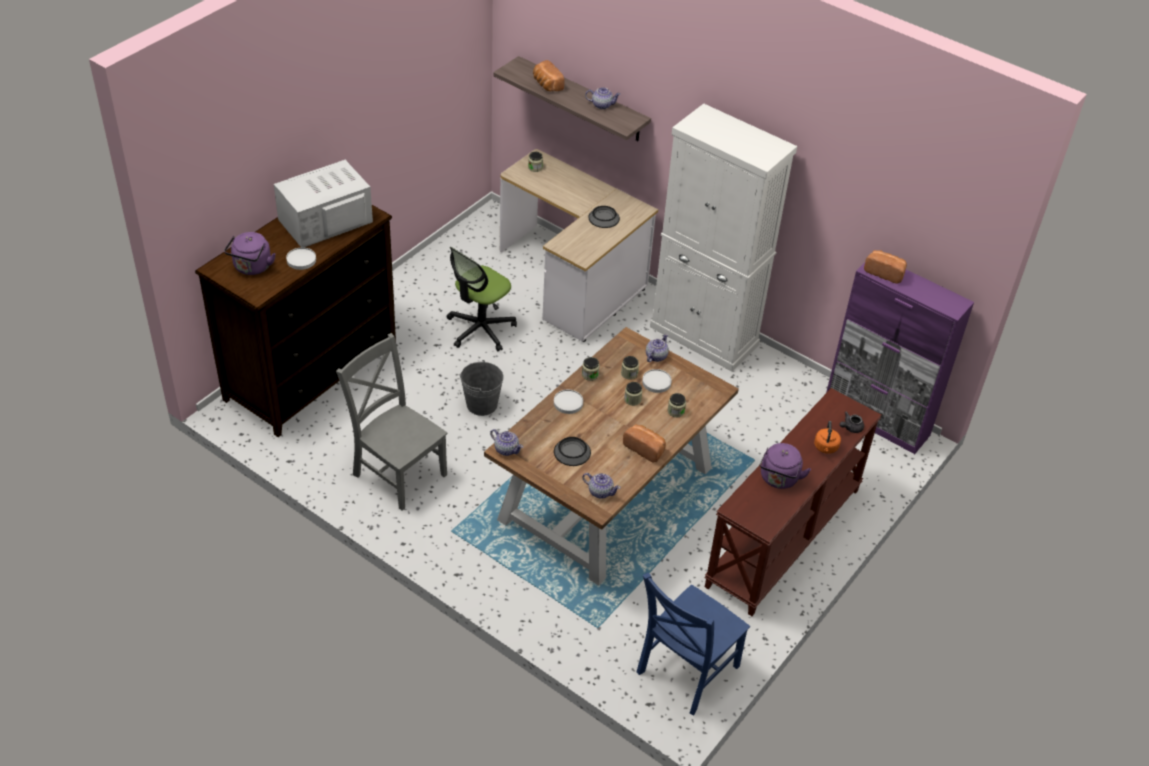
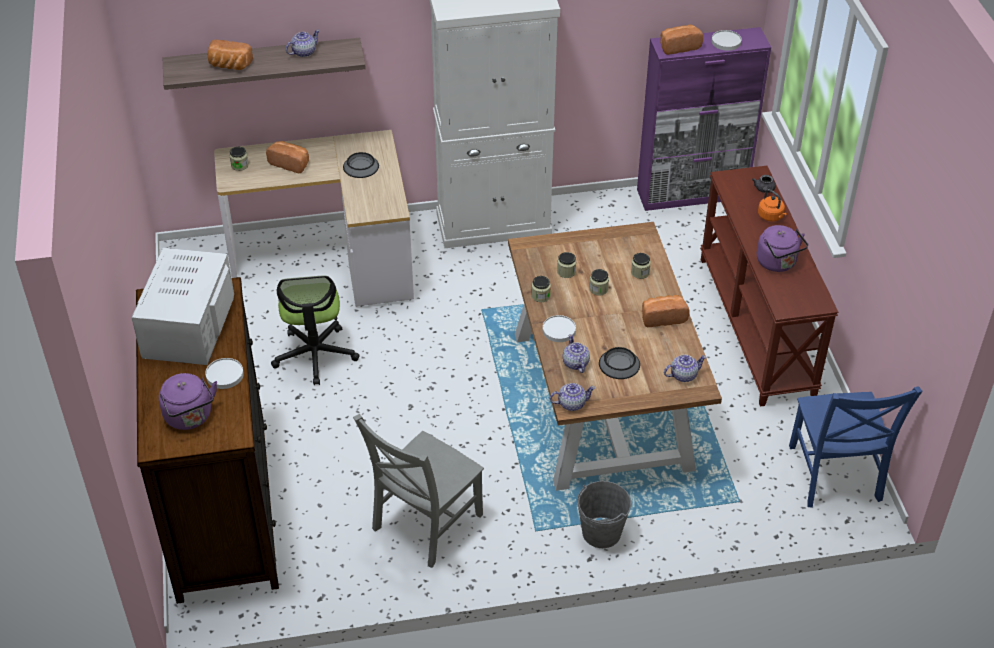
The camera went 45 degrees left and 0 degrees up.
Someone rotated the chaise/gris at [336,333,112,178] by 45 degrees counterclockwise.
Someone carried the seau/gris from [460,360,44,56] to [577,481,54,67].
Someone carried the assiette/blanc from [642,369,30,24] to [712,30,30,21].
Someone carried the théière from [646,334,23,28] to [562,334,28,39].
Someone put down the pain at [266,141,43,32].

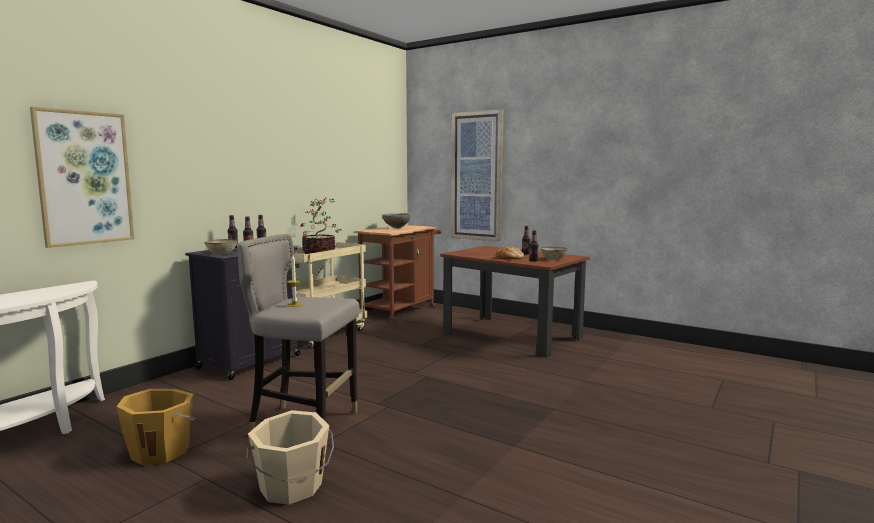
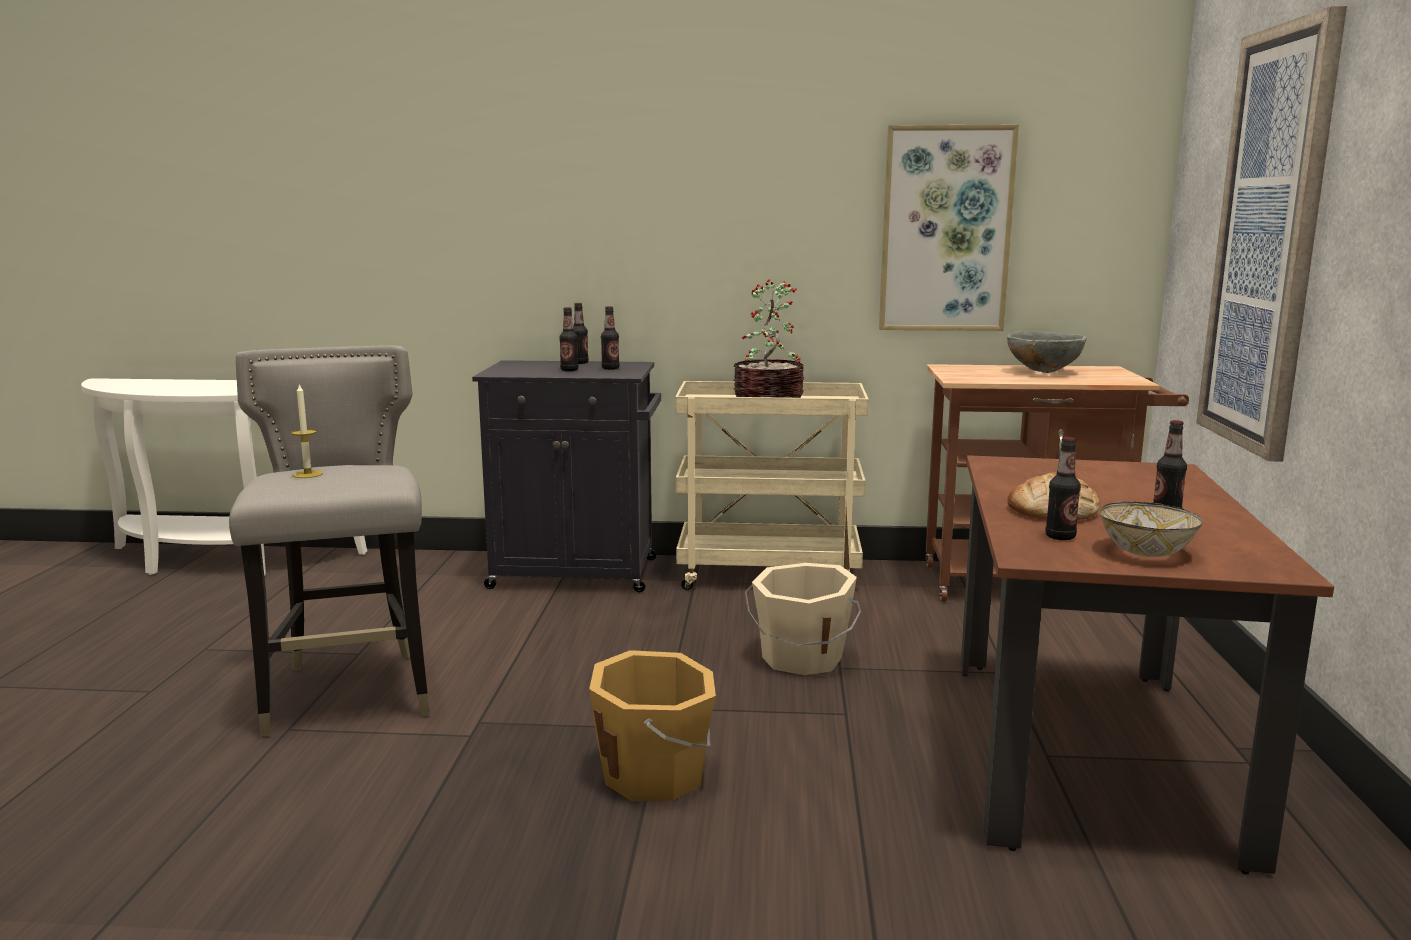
The camera went 60 degrees right and 5 degrees up.
Someone carried the tableau from [30,107,104,141] to [879,125,140,206].
Someone carried the seau/orange from [116,389,80,76] to [589,650,127,151].
Someone took away the bol at [204,239,34,15].
Someone carried the seau/beige from [246,410,88,95] to [745,563,116,112].

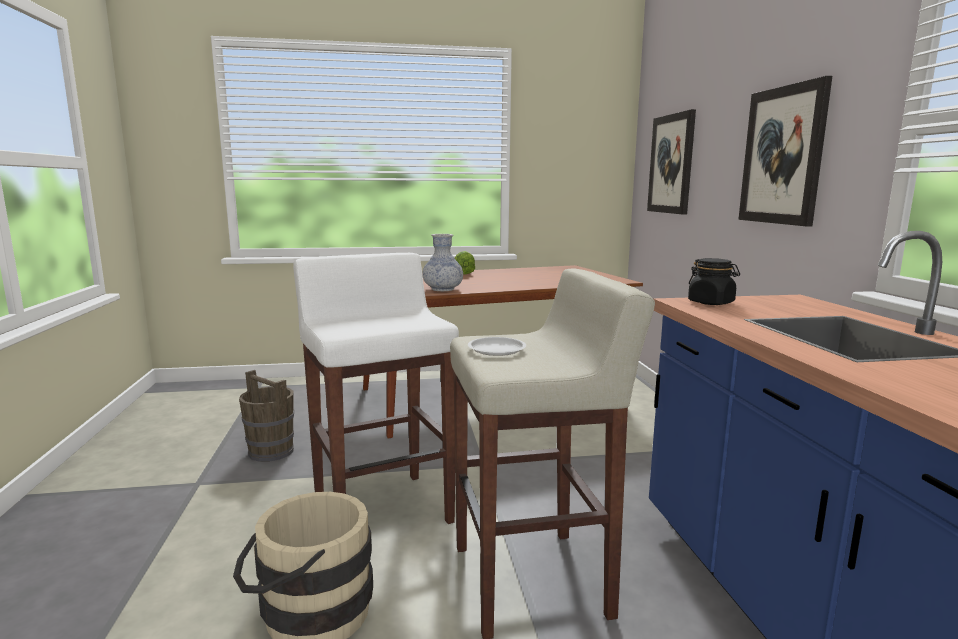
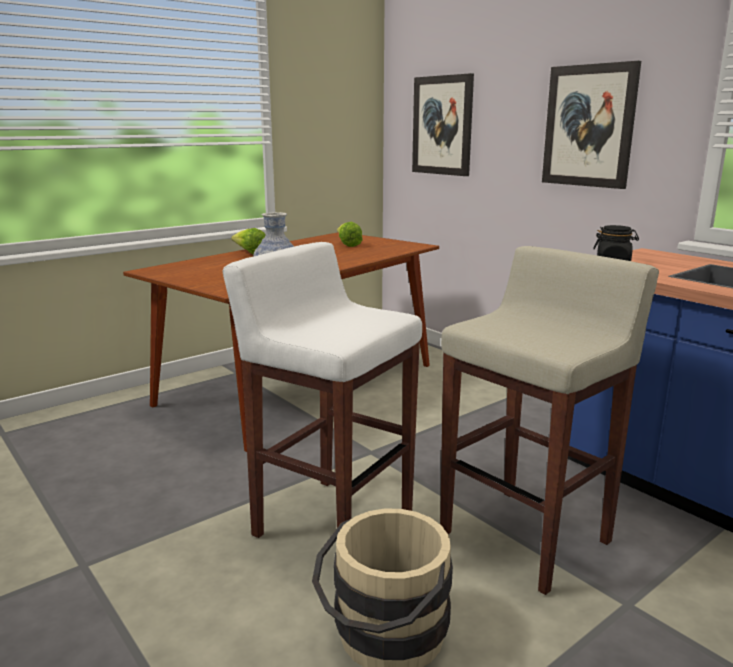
The camera went 30 degrees left and 5 degrees up.
Someone took away the seau/marron at [239,370,55,92].
Someone took away the assiette/blanc at [468,337,58,19].
Someone put down the laitue at [337,222,26,25].

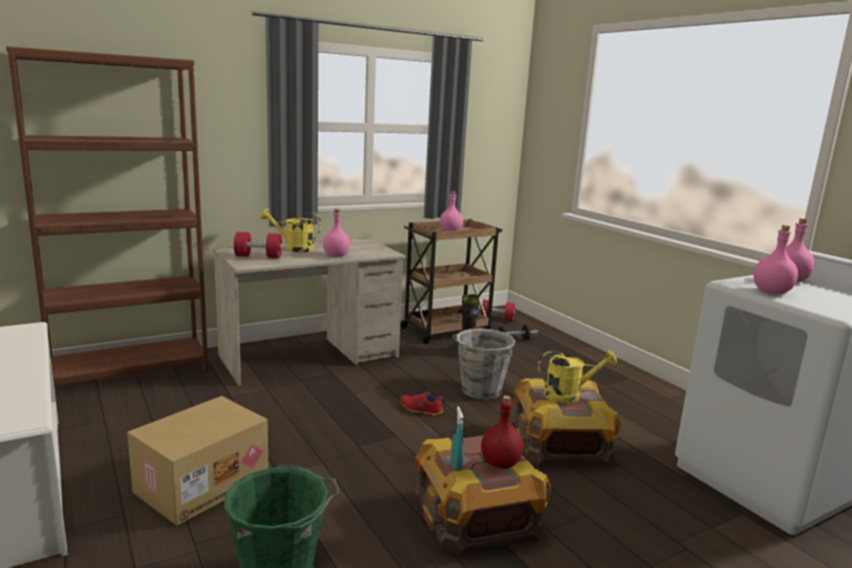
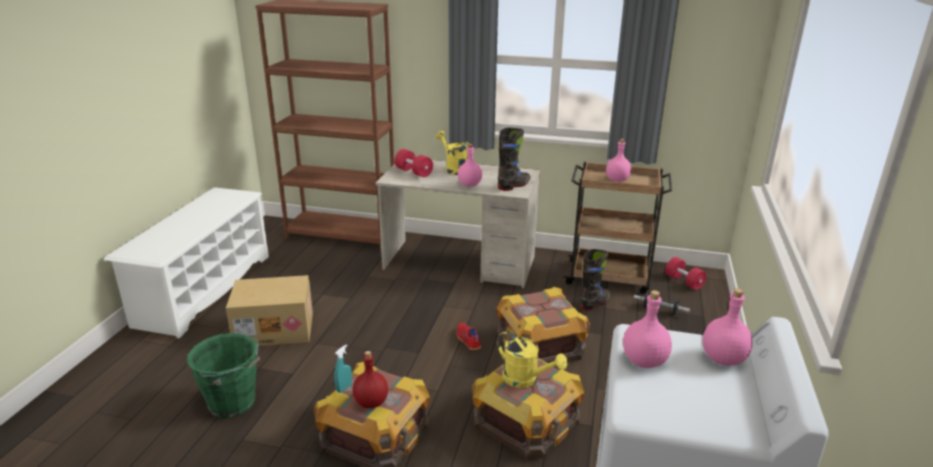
The camera went 45 degrees right and 10 degrees up.
Someone swapped the seau/gris at [453,328,62,71] for the caisse at [497,287,93,76].
Someone put down the botte/noir at [498,127,32,64].

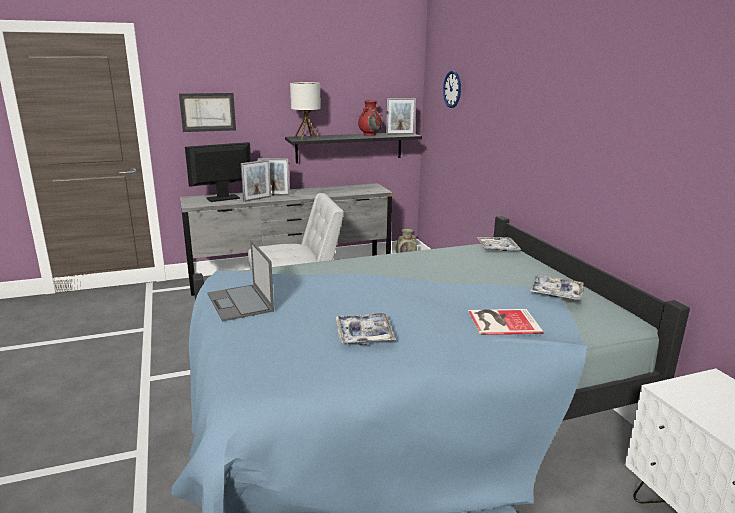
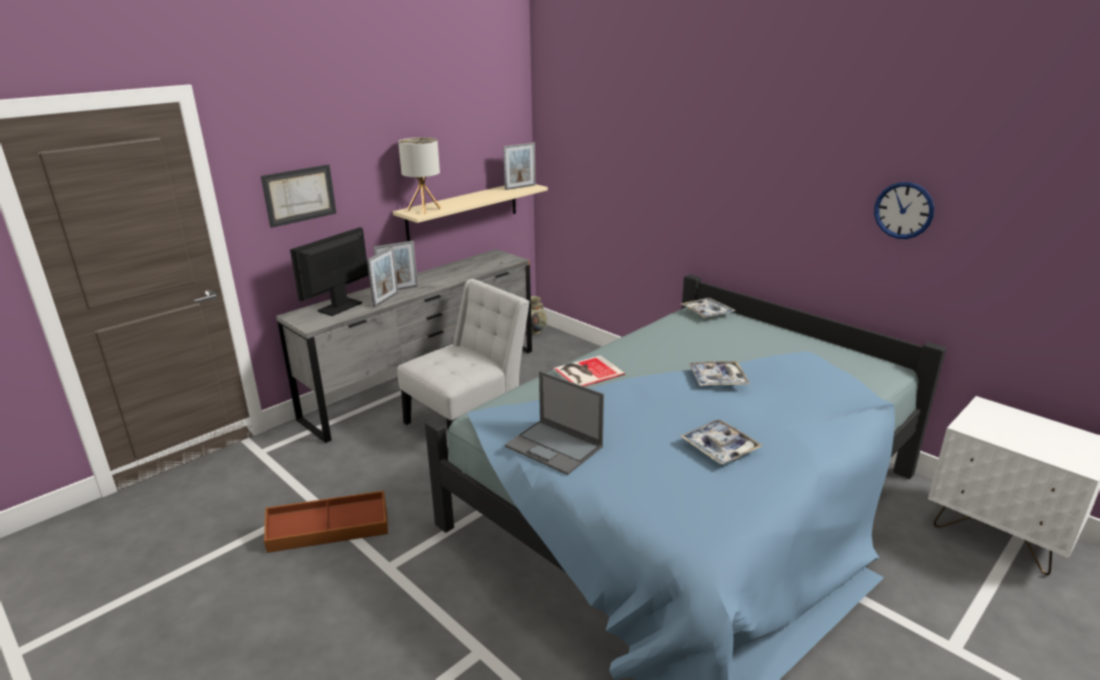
The camera went 25 degrees left and 5 degrees up.
Someone repainted the étagère/noir at [285,133,137,30], which became the étagère/beige at [393,184,155,57].
Someone took away the vase/rouge at [358,100,24,36].
Someone carried the horloge murale from [443,71,18,37] to [874,182,60,57].
Someone carried the livre from [468,309,76,26] to [553,355,72,31].
Someone carried the plateau from [530,275,54,25] to [689,361,61,25].
Someone put down the boîte de rangement/marron at [264,491,124,62].

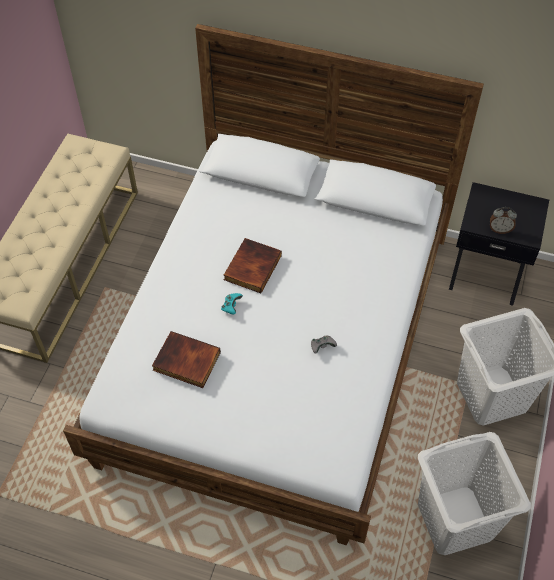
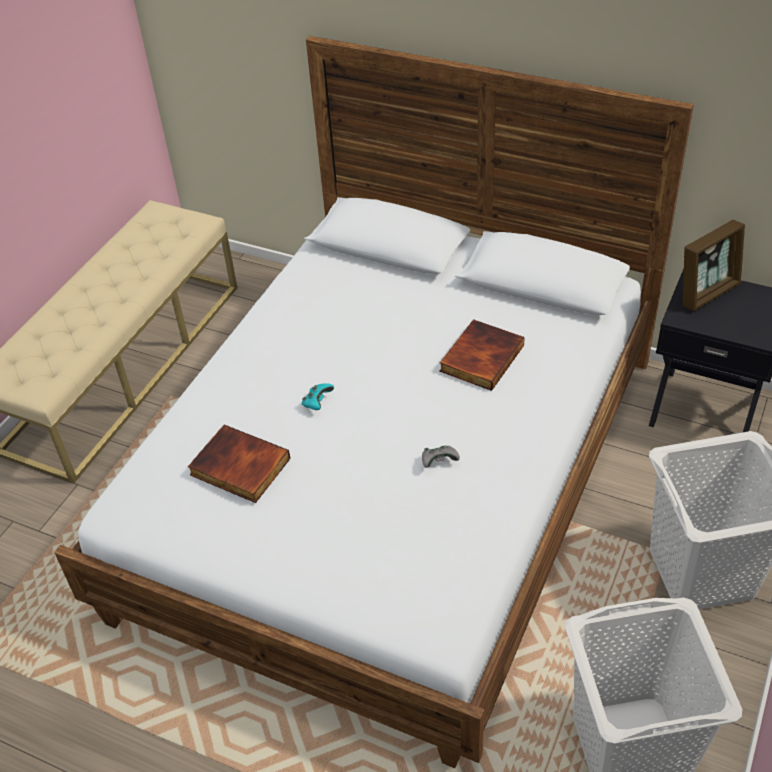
The camera went 10 degrees right and 10 degrees down.
Someone carried the livre from [223,238,59,55] to [439,319,85,72].
Someone took away the réveil at [490,207,27,27].
Someone put down the cadre photo at [683,220,62,91].

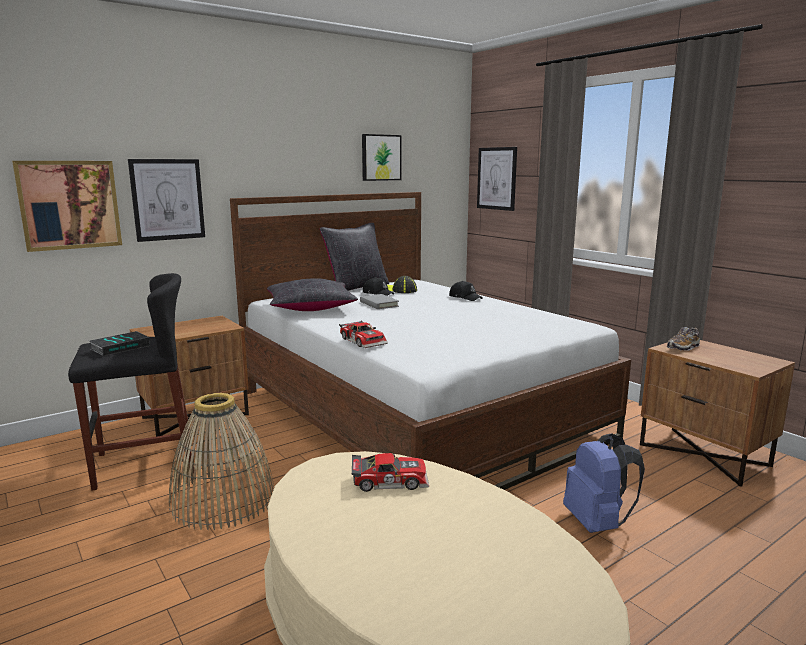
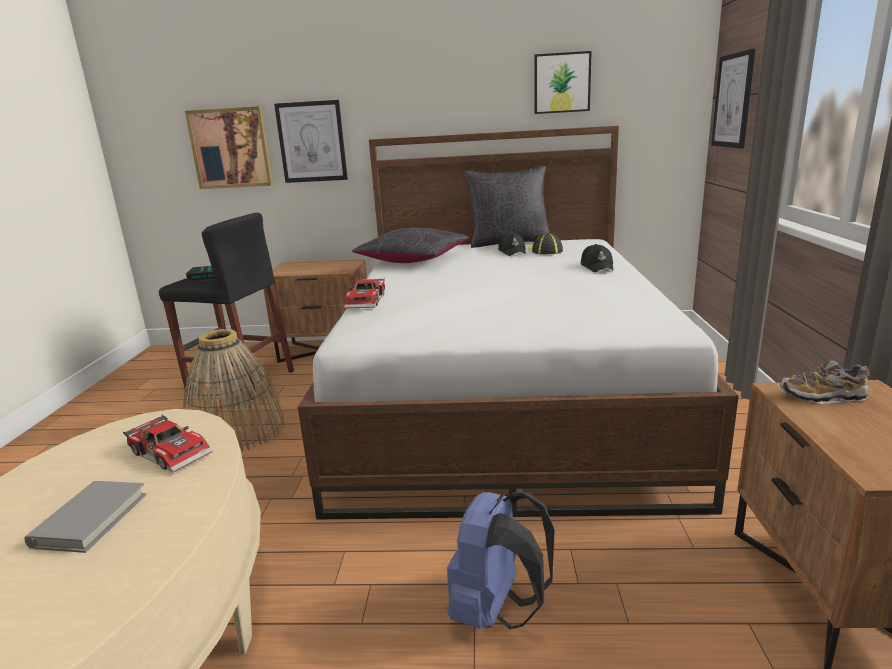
The camera went 40 degrees right and 5 degrees up.
Someone carried the livre/gris from [360,294,39,15] to [25,481,122,72].

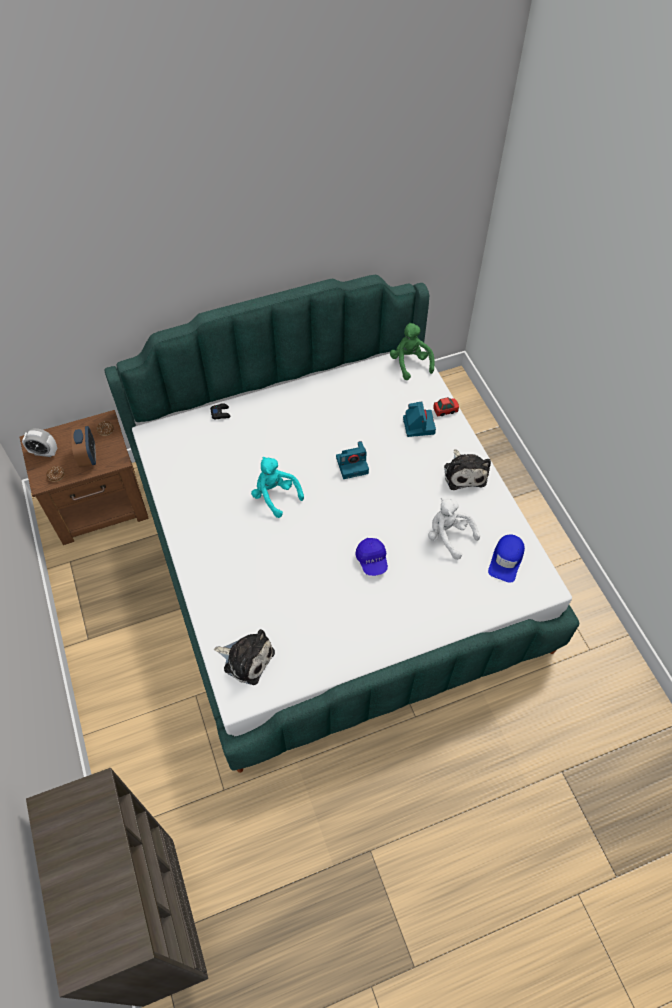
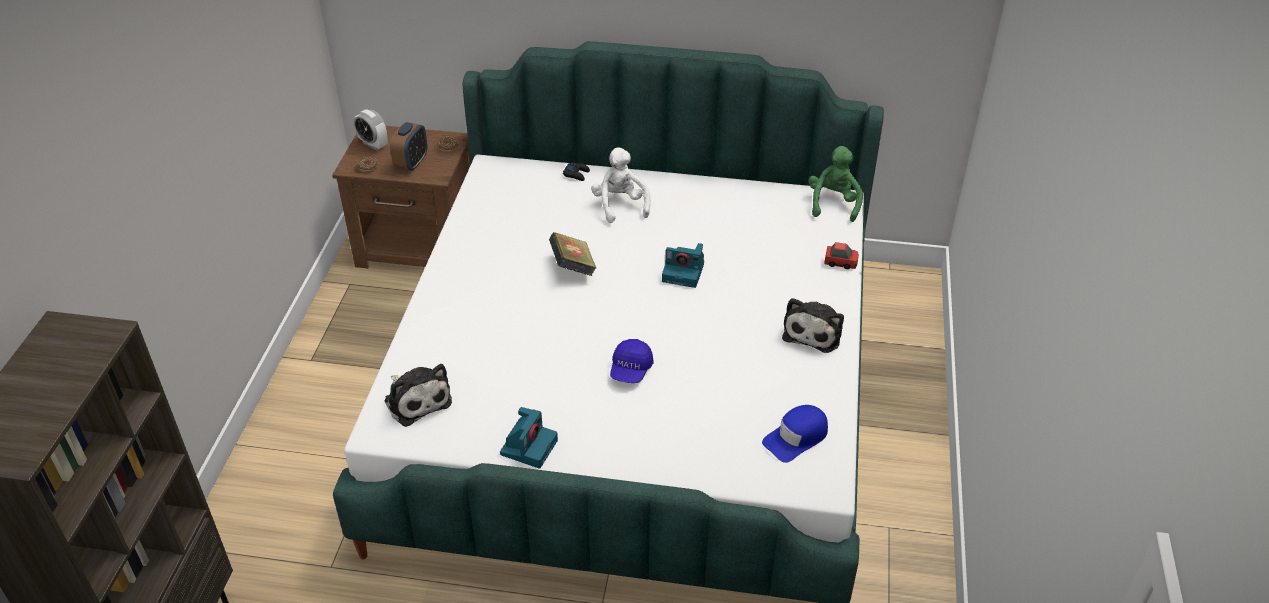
The camera went 30 degrees right and 15 degrees down.
Someone swapped the peluche/turquoise at [251,457,53,61] for the livre at [549,232,47,44].
Someone carried the appareil photo from [403,402,33,35] to [500,407,58,62].
Someone carried the peluche/blanc from [428,498,52,62] to [591,147,59,76].

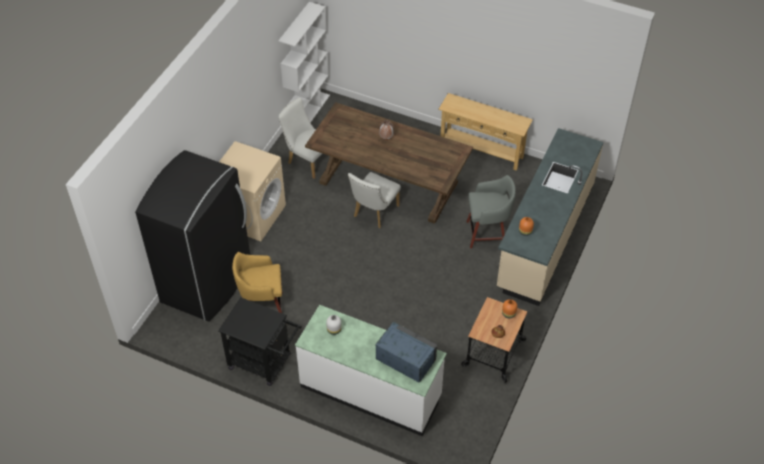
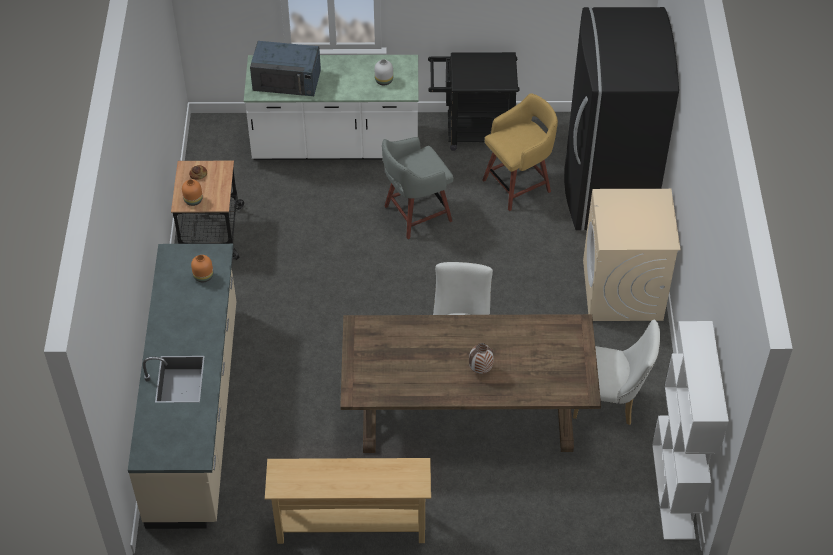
The camera went 155 degrees right and 0 degrees up.
Someone carried the tabouret/gris from [466,175,50,73] to [382,137,71,102].

